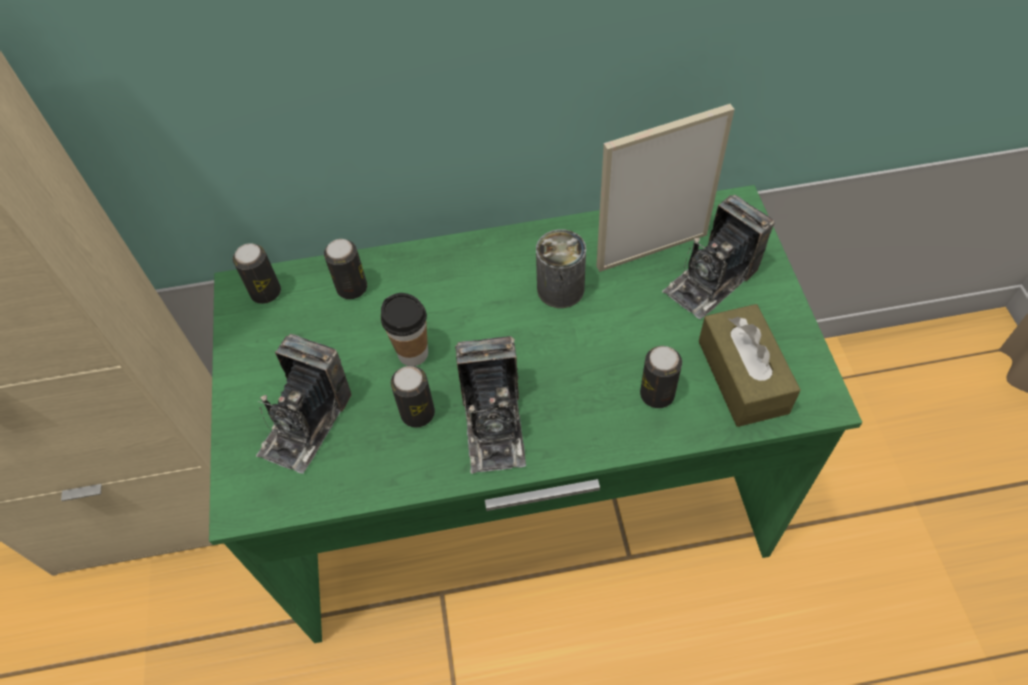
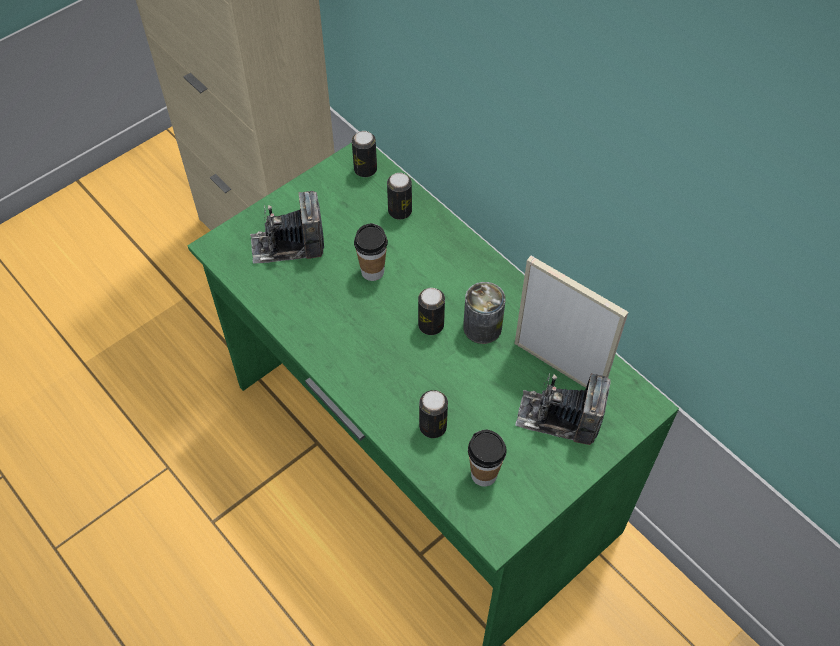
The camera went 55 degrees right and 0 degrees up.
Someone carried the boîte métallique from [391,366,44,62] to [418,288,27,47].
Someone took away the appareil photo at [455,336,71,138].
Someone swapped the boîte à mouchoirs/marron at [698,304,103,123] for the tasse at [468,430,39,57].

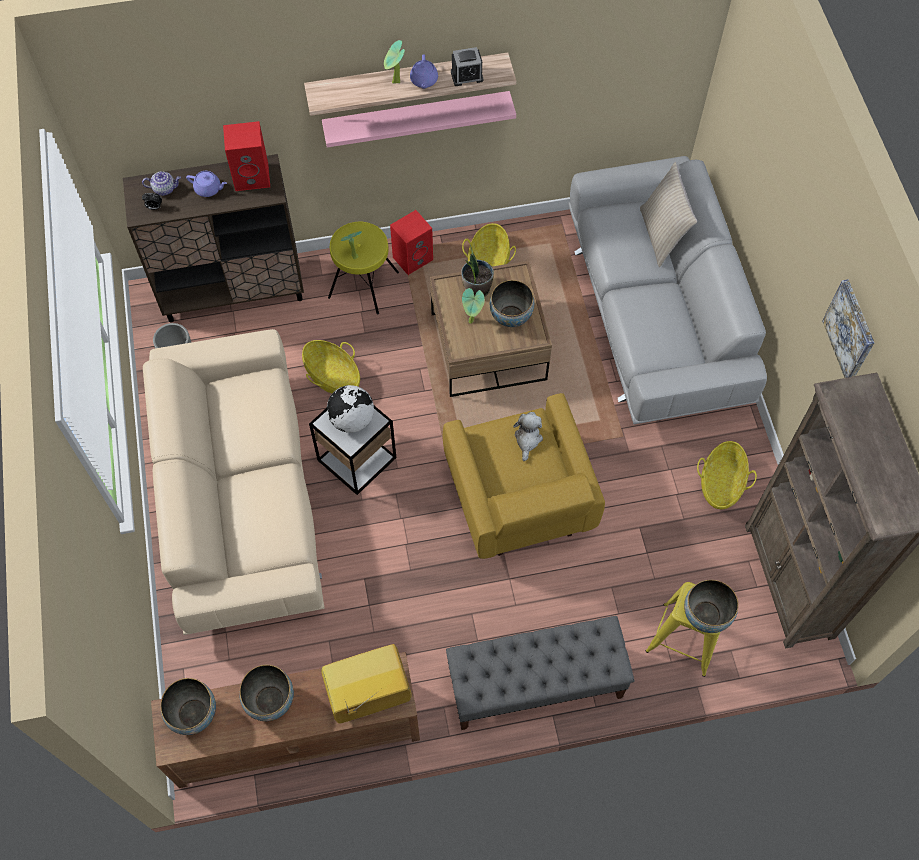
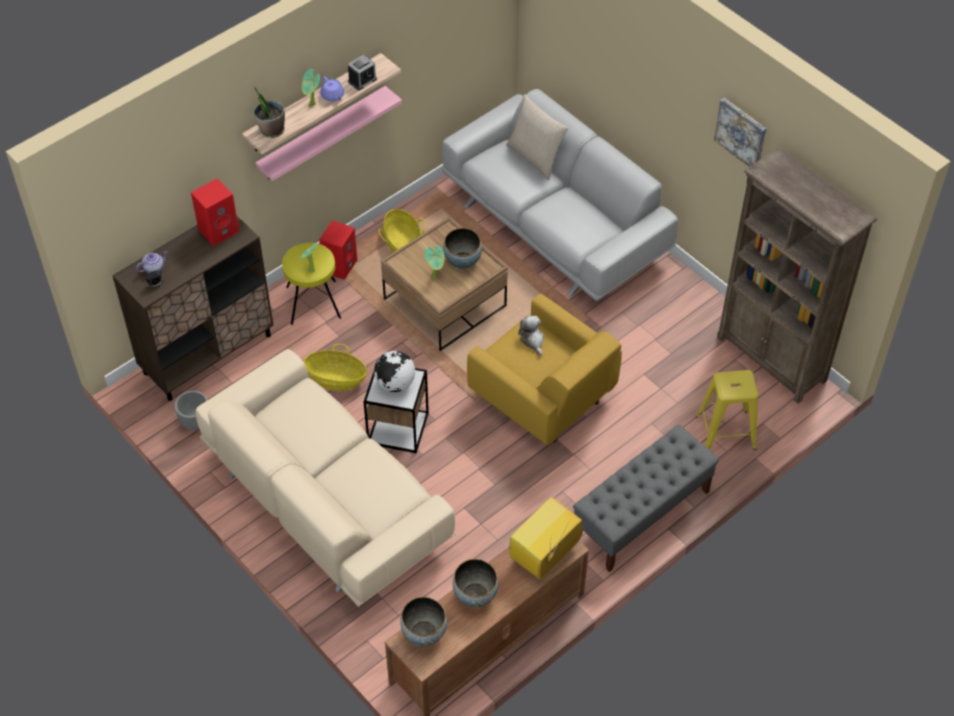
The camera went 30 degrees left and 10 degrees down.
Someone took away the théière/violet at [186,171,41,26].
Someone carried the plante en pot from [461,245,33,52] to [254,86,31,52].
Someone took away the bol at [684,580,55,53].
Someone took away the panier at [697,441,60,68].

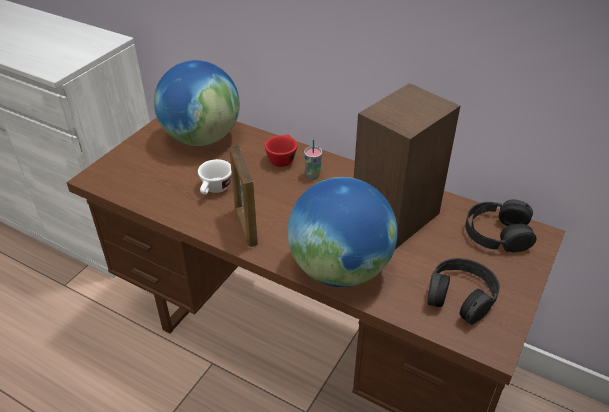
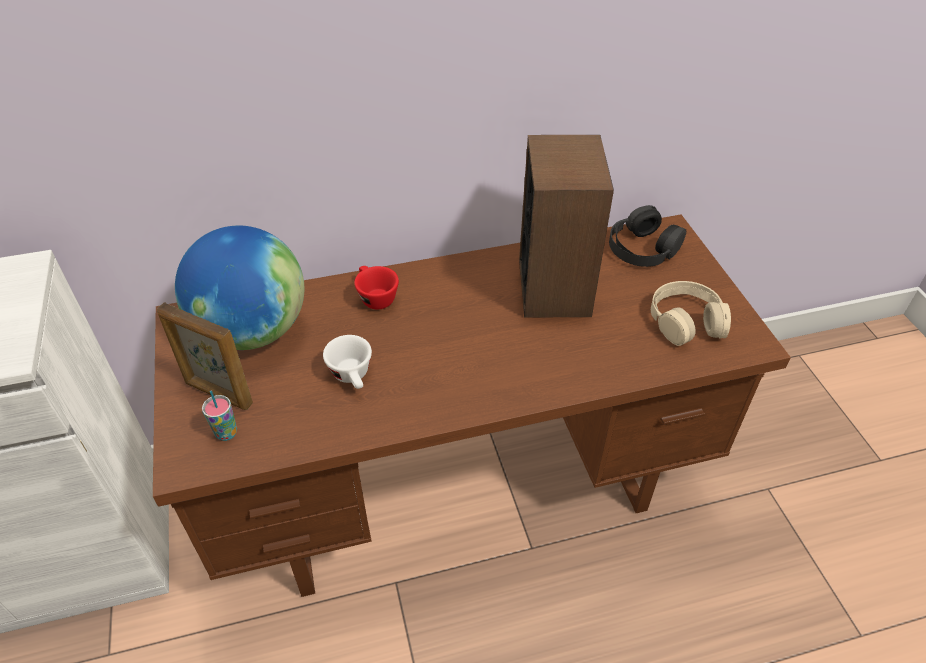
The camera went 45 degrees left and 5 degrees up.
Someone carried the cadre photo from [229,145,29,102] to [157,303,96,107].
Someone took away the globe at [287,177,111,110].
Someone carried the tasse from [304,139,18,40] to [202,391,35,50].
Someone repainted the casque audio/noir at [427,258,73,67], which became the casque audio/beige at [651,281,80,65].

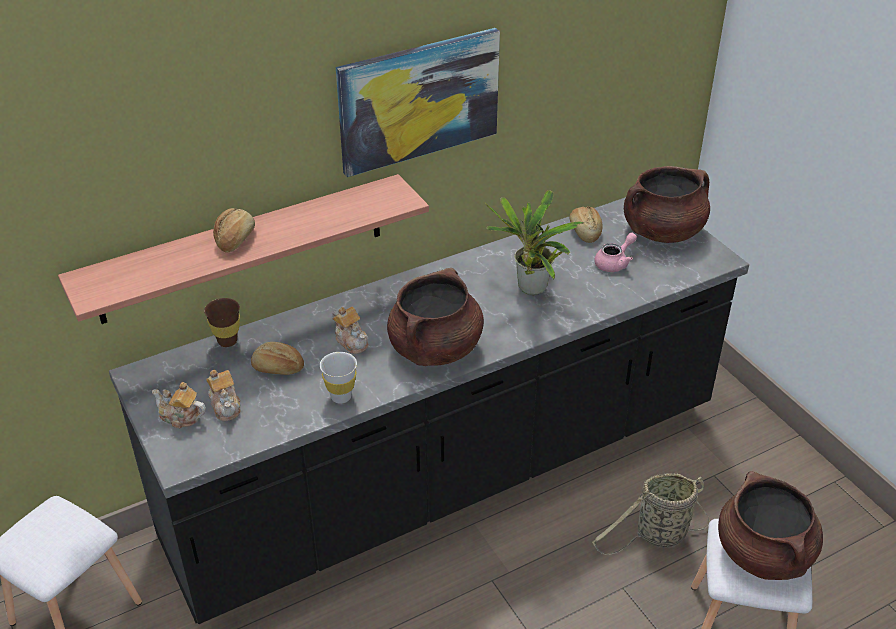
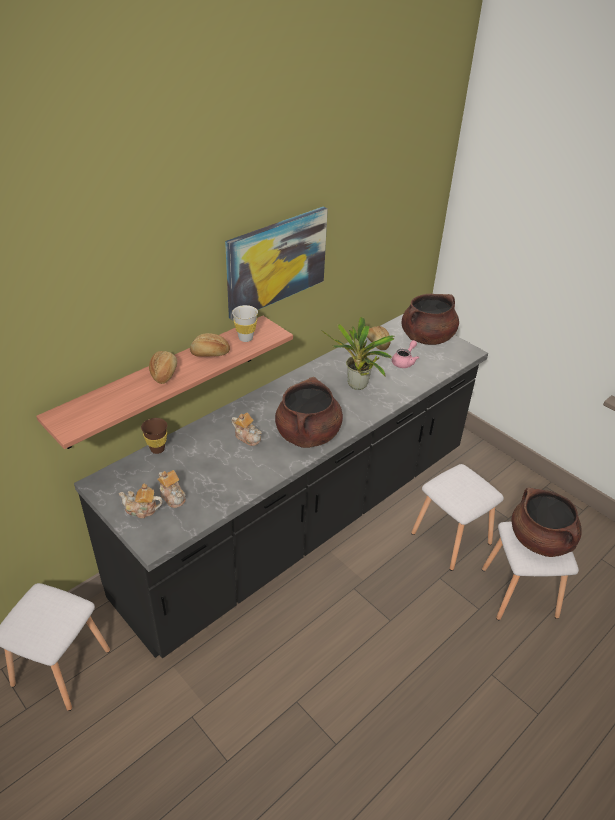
The camera went 15 degrees left and 0 degrees up.
Someone carried the pain from [251,342,53,33] to [190,333,40,24].
Someone carried the tasse/blanc from [320,352,37,52] to [232,305,26,37].
Someone swapped the panier at [592,473,118,82] for the tabouret/blanc at [411,464,93,107].

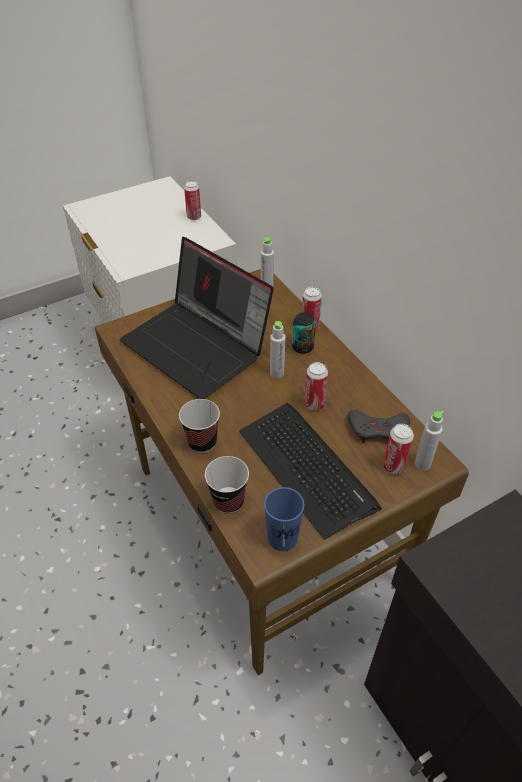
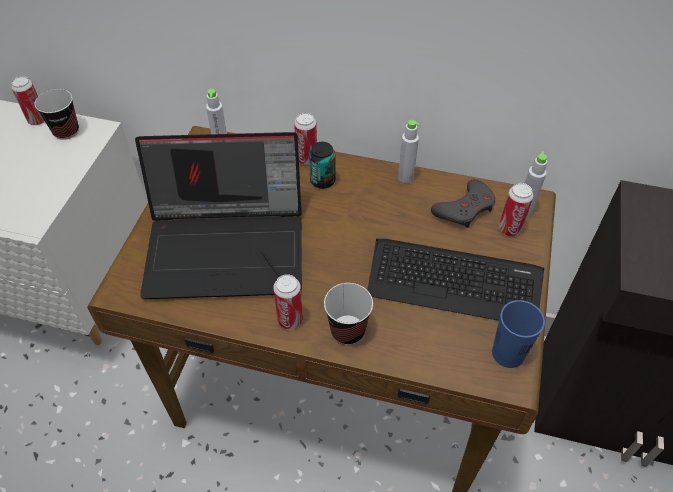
The camera went 45 degrees left and 5 degrees up.
Someone carried the tasse from [205,456,44,58] to [35,89,44,51].
Someone carried the bouteille/gris from [270,321,16,57] to [398,120,22,63].
Someone carried the boîte métallique from [304,362,24,49] to [273,274,30,55].

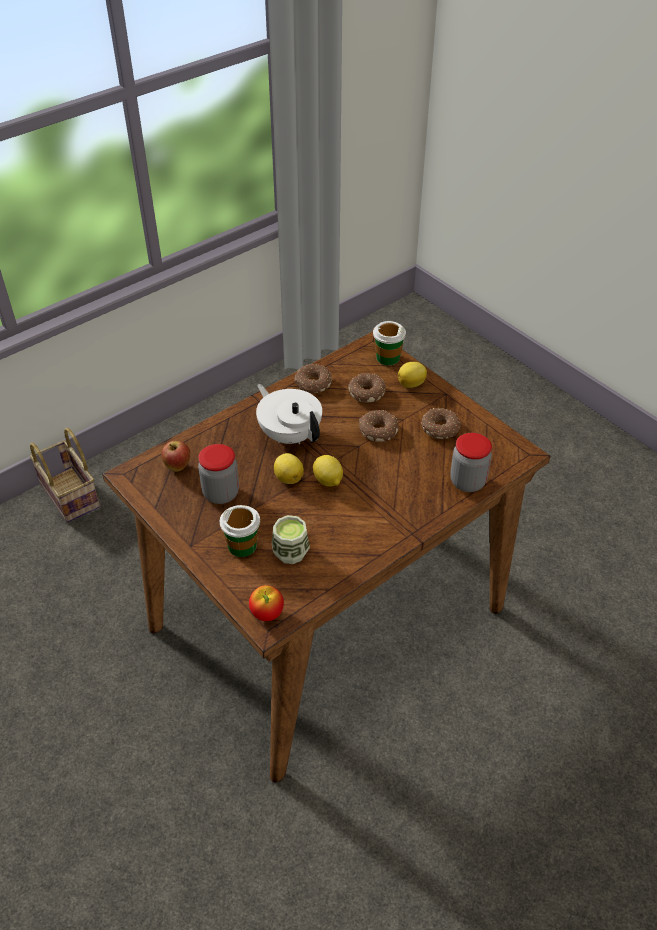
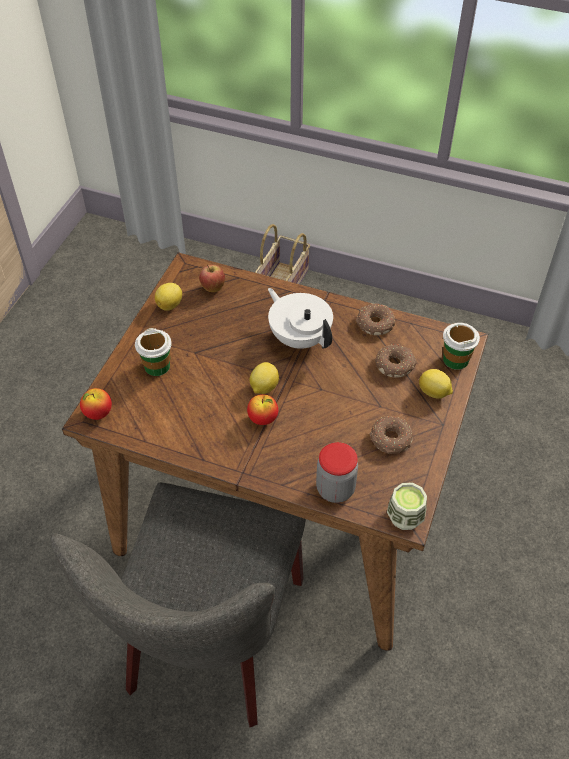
The camera went 60 degrees right and 5 degrees up.
Someone took away the bocal at [198,444,41,60].
Someone rotated the théière/blanc at [256,384,66,60] by 60 degrees counterclockwise.
Someone carried the tasse from [272,515,38,49] to [387,482,40,48].
Someone carried the citron from [274,453,30,31] to [155,283,27,28].
Someone took away the beignet at [359,410,40,32].
Someone put down the chaise/gris at [51,482,255,245].
Someone put down the pomme at [247,395,31,30].

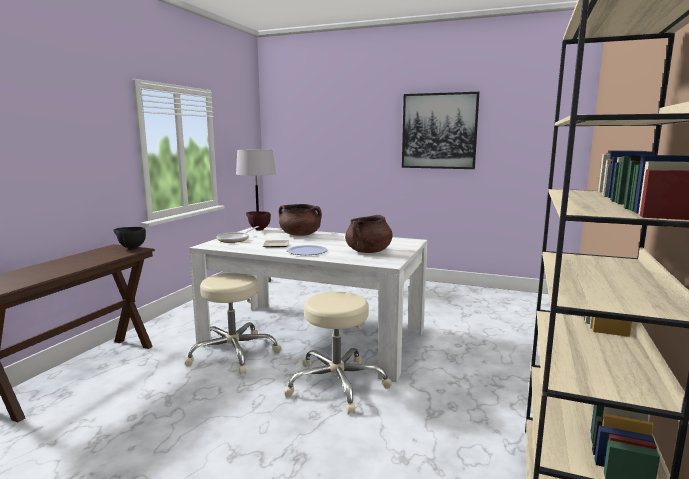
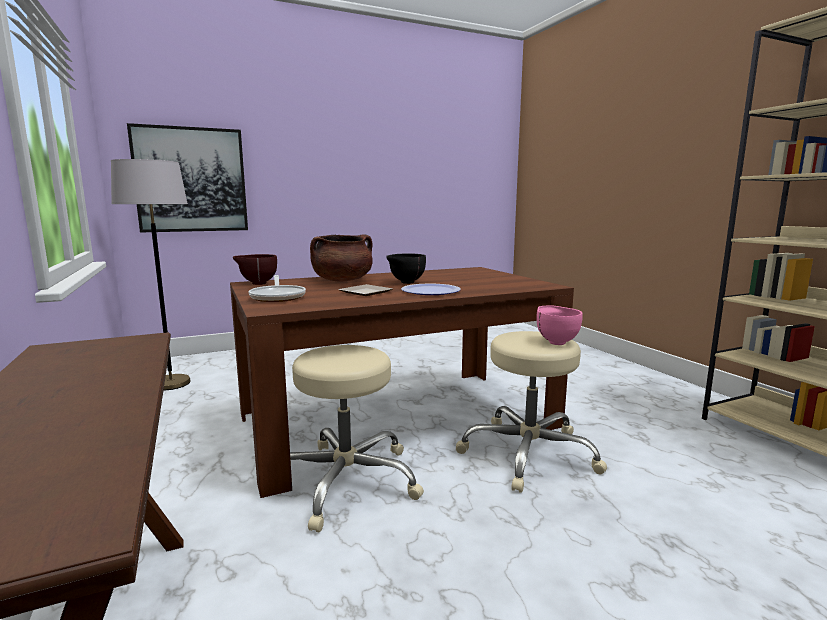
The camera went 45 degrees left and 0 degrees up.
Someone carried the bol/noir from [113,227,33,23] to [386,253,40,31].
Someone repainted the table à manger/blanc at [189,227,238,156], which became the table à manger/marron at [230,267,344,231].
Someone took away the marmite/marron at [345,215,48,38].
Someone carried the tableau from [402,92,77,77] to [127,123,121,110].
Someone put down the bol/rose at [537,306,46,39].

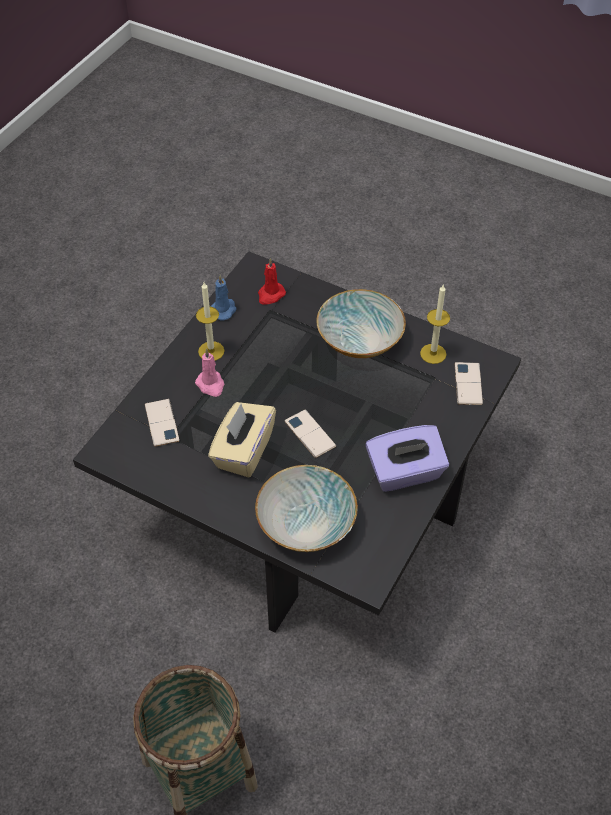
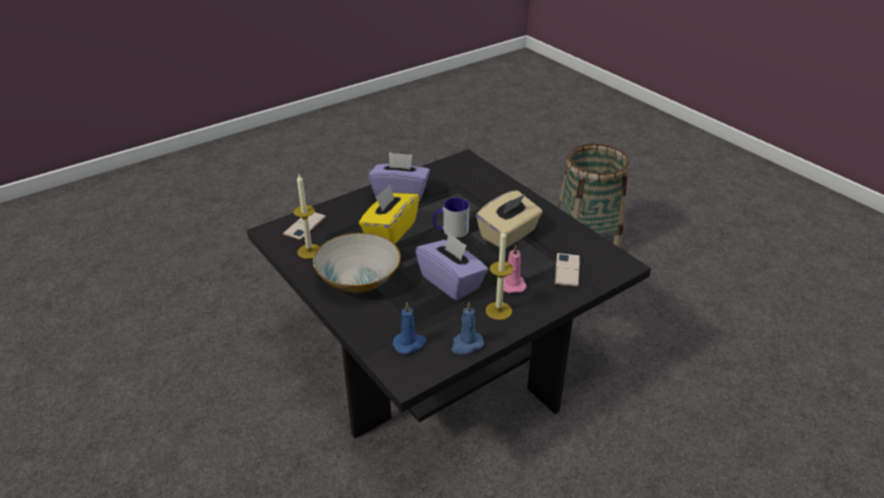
The camera went 155 degrees left and 15 degrees down.
Someone took away the bol at [255,465,103,87].
Someone repainted the bougie/rouge at [258,258,28,47], which became the bougie/bleu at [393,302,33,52].
Someone swapped the téléphone at [284,409,52,49] for the mug at [433,198,37,40].
Someone put down the boîte à mouchoirs/jaune at [359,185,60,59].
Someone put down the boîte à mouchoirs/violet at [415,233,73,68].

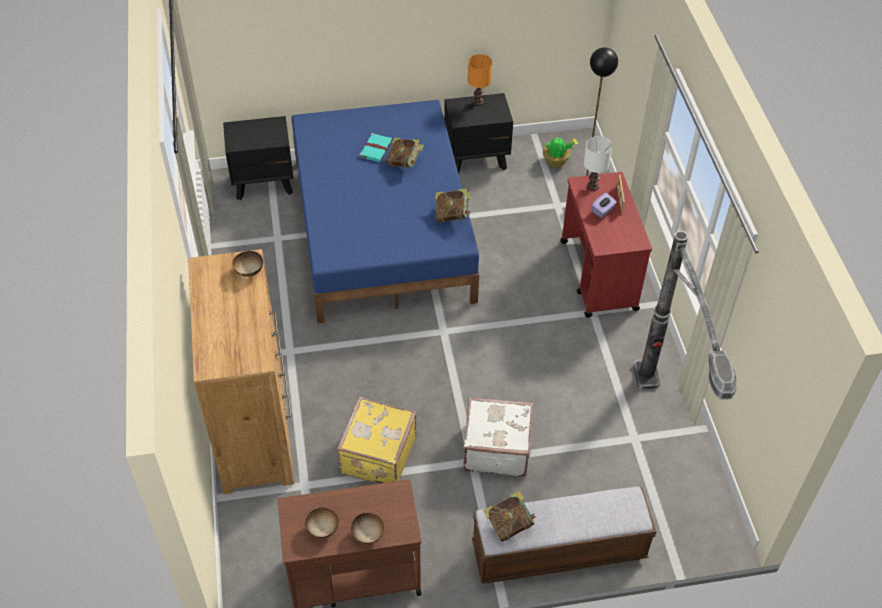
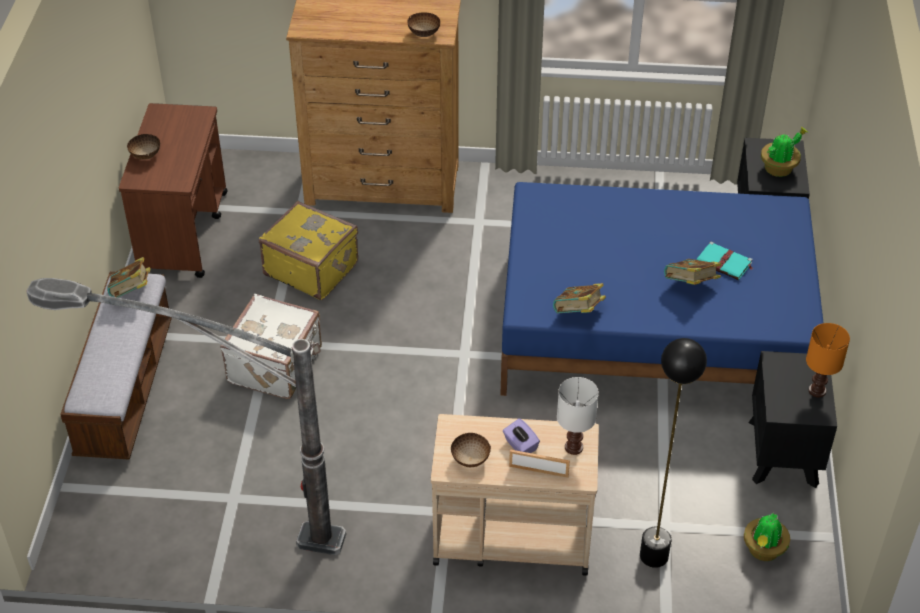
The camera went 105 degrees right and 5 degrees down.
Someone carried the bol from [305,508,34,30] to [451,433,40,34].
Someone repainted the chariot/rouge at [560,172,92,146], which became the chariot/beige at [431,414,168,162].
Someone put down the plante en pot at [761,127,46,50].

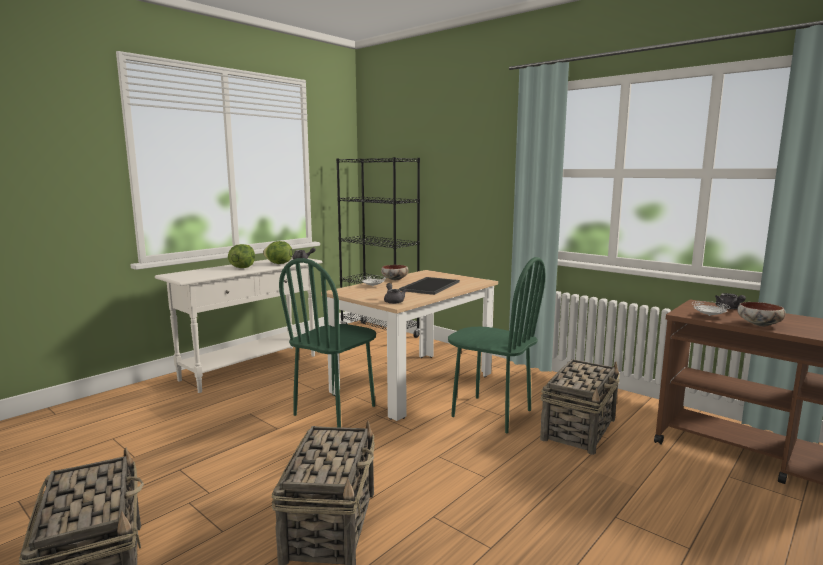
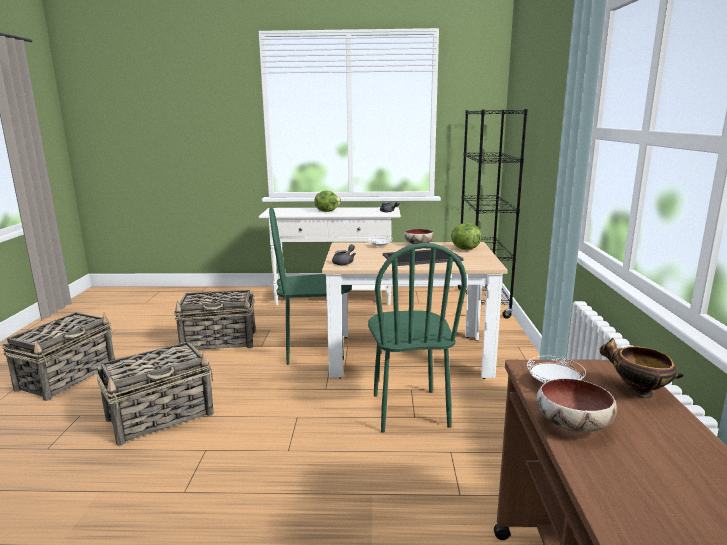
The camera went 50 degrees right and 5 degrees up.
Someone carried the laitue from [263,241,30,23] to [451,223,30,27].
Someone carried the panier from [540,359,80,96] to [174,290,82,60].
Someone swapped the théière/gris at [715,293,31,16] for the bol at [599,338,85,60].

